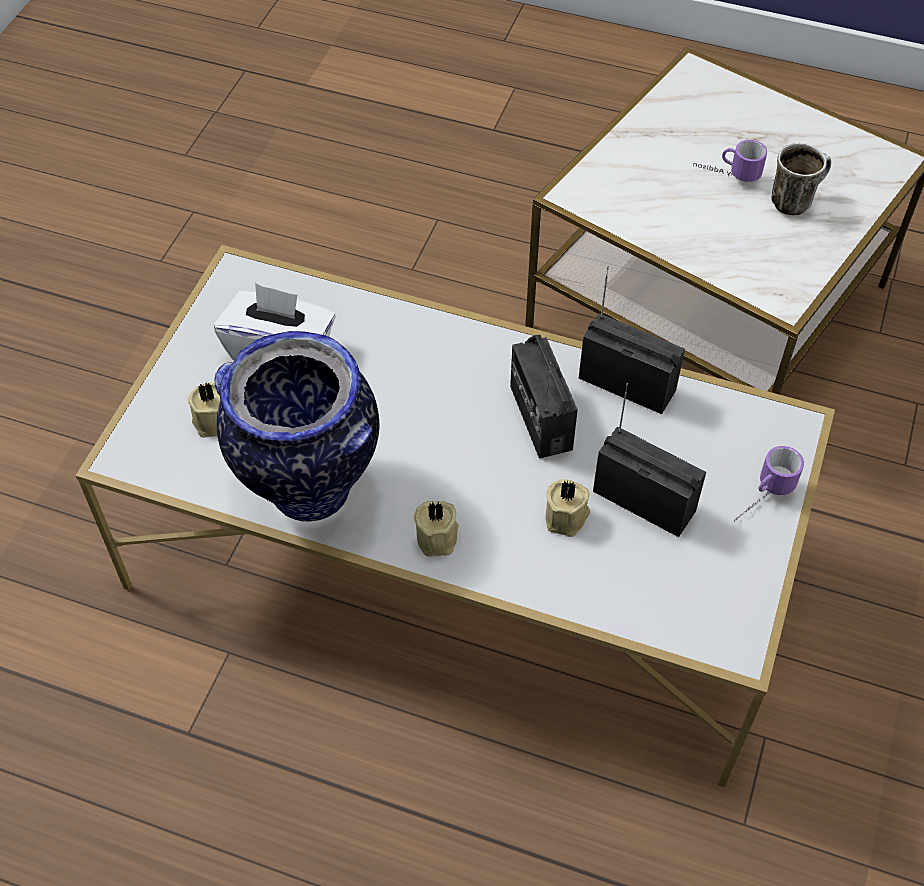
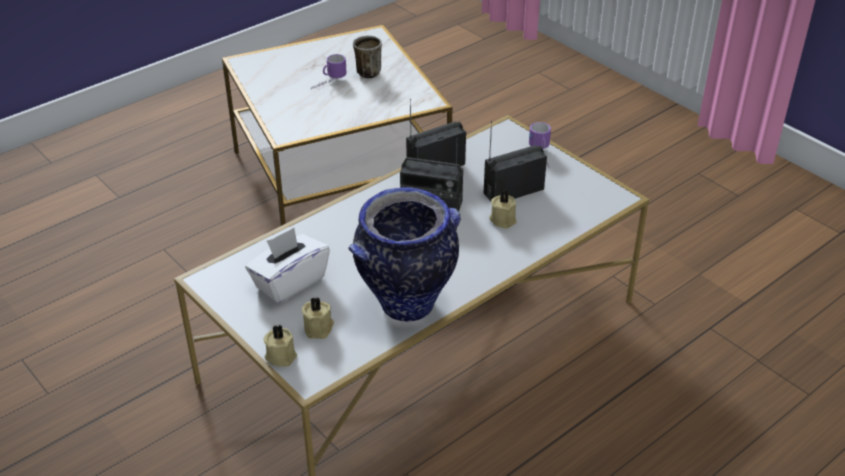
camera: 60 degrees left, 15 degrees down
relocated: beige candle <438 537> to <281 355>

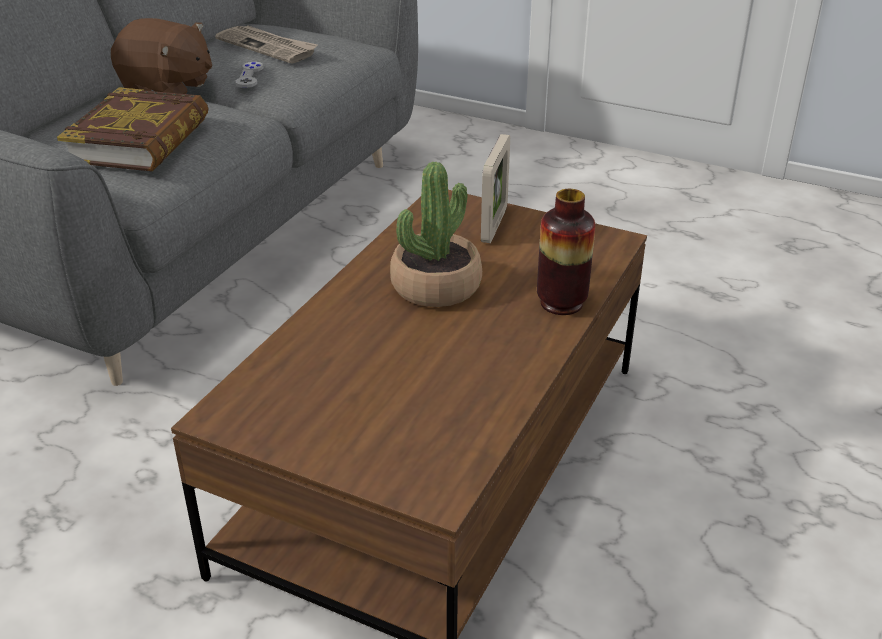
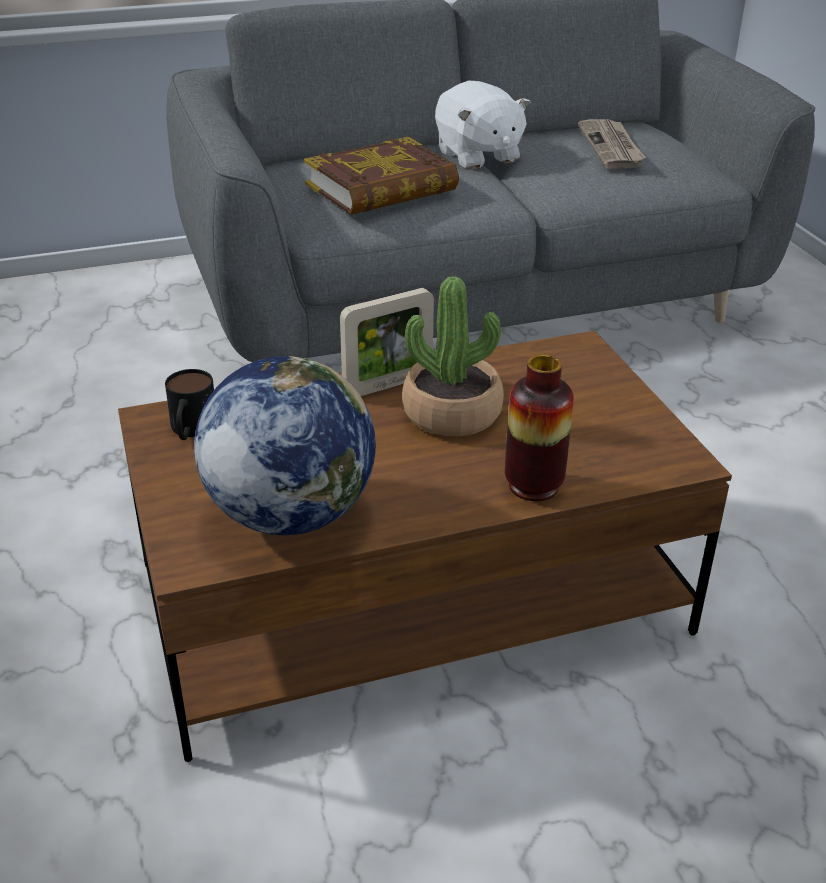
camera: 45 degrees right, 0 degrees up
missing: grey game controller <249 76>
appeared: mug <191 430>; globe <290 514>
relocated: picture frame <494 225> to <388 385>
colour: brown plush toy <167 89> to white plush toy <477 156>

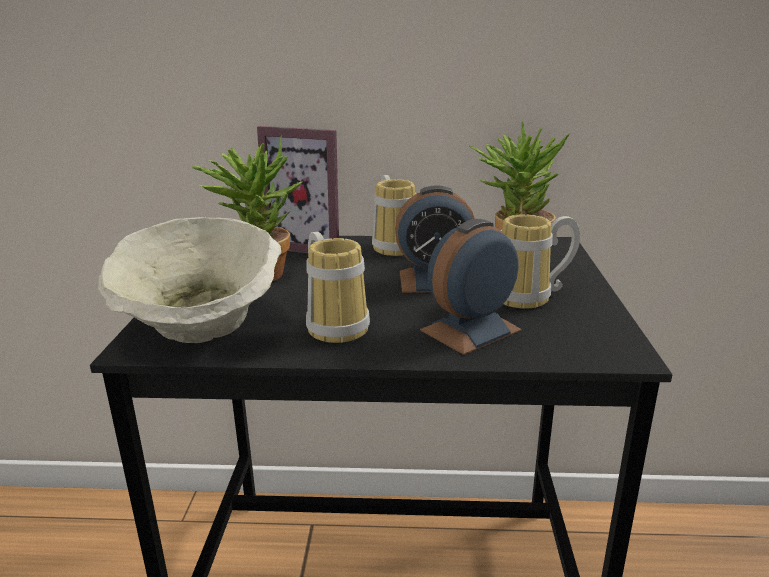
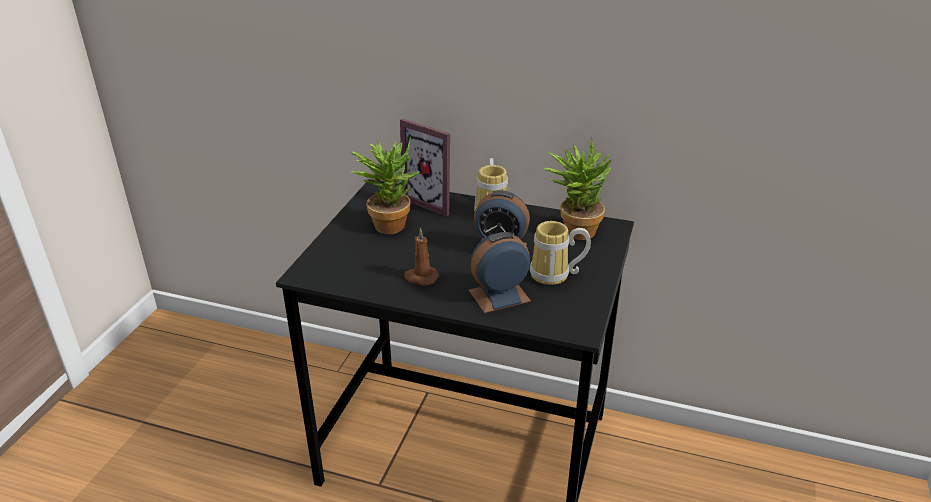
camera: 15 degrees right, 10 degrees up
missing: beige bowl <202 331>
exchanged: mug <337 325> to brown candle <420 277>

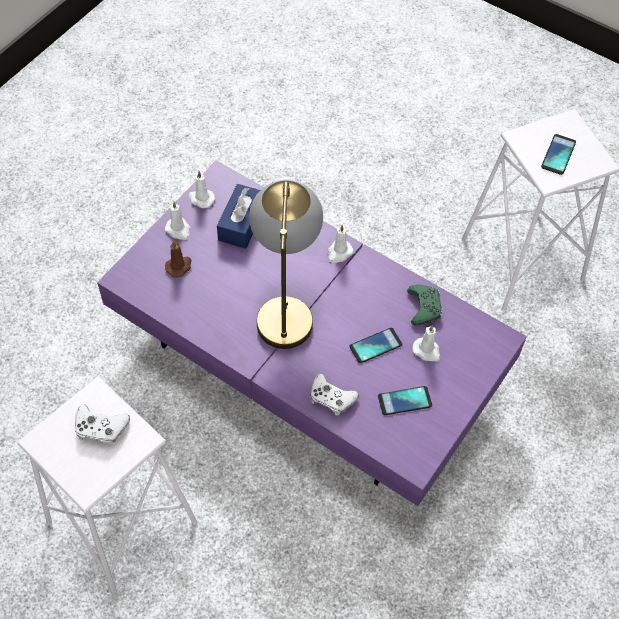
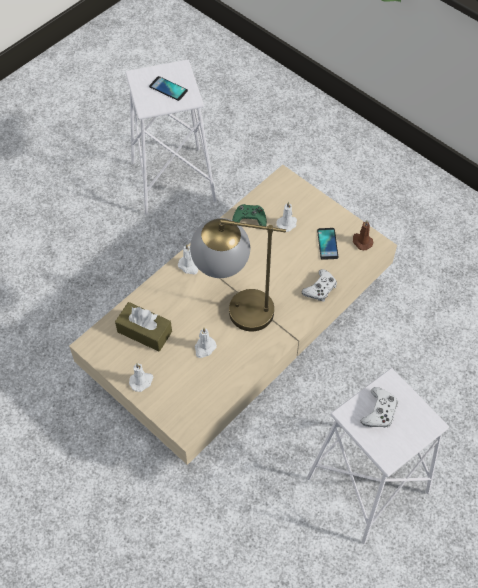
camera: 80 degrees left, 0 degrees up
missing: phone <375 346>
relocated: white candle <201 199> to <204 348>; brown candle <179 266> to <361 241>
colour: purple coffee table <306 361> to beige coffee table <239 336>; blue tissue box <242 223> to brown tissue box <144 332>

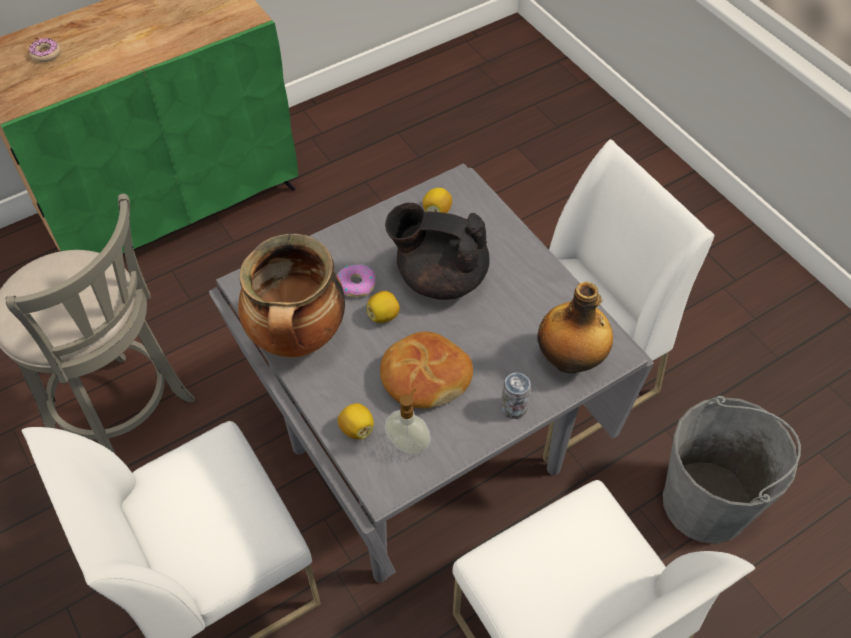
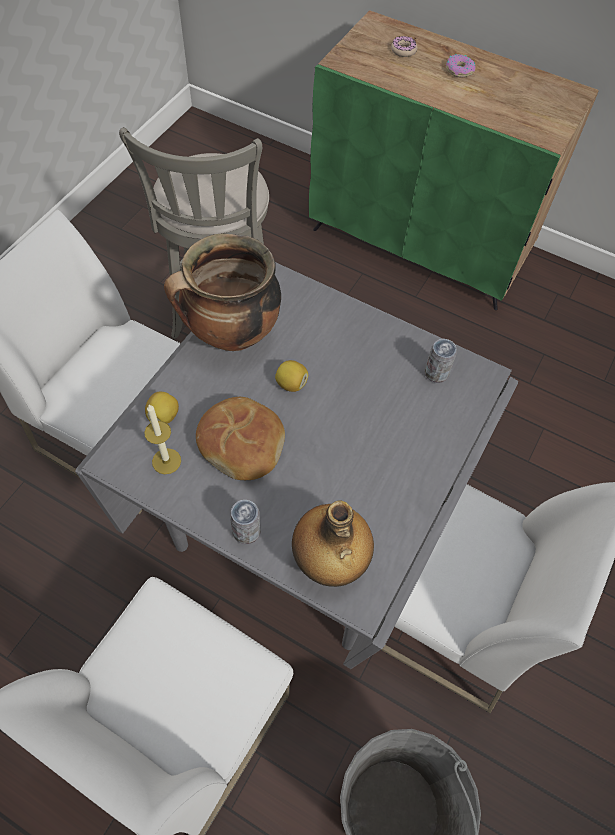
camera: 60 degrees right, 5 degrees up
missing: black teapot <440 276>
relocated: donut <356 284> to <459 70>
exchanged: soap dispenser <408 444> to candle <166 461>; lemon <437 211> to can <436 373>

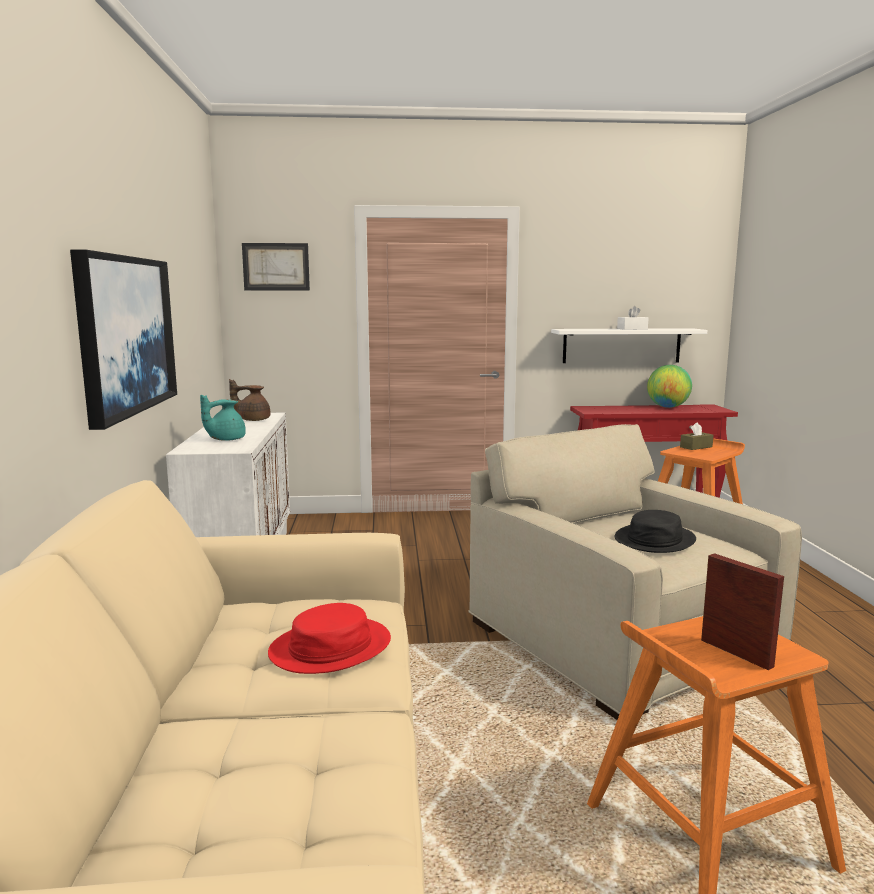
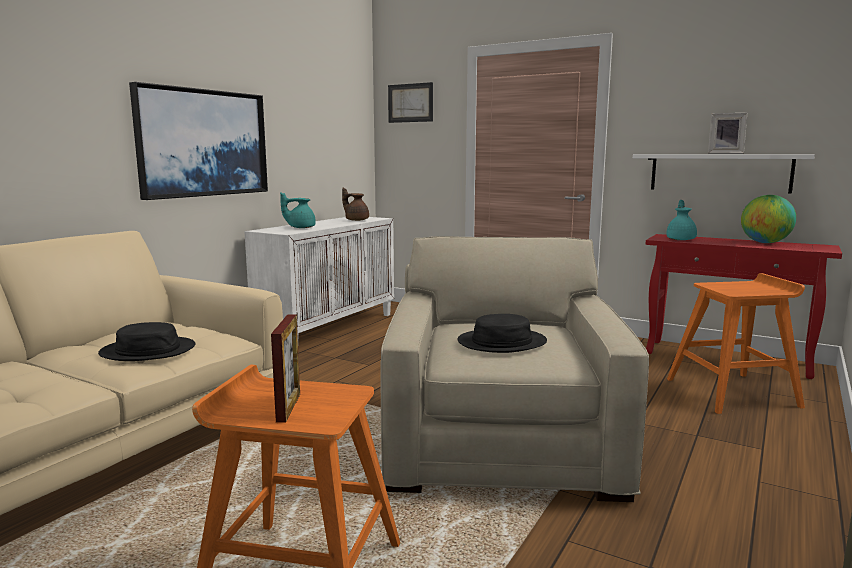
camera: 35 degrees right, 0 degrees up
missing: brown tissue box <696 447>
appeared: turquoise teapot <681 239>
exchanged: white tissue box <632 329> to picture frame <725 153>
colour: red hat <330 647> to black hat <148 350>

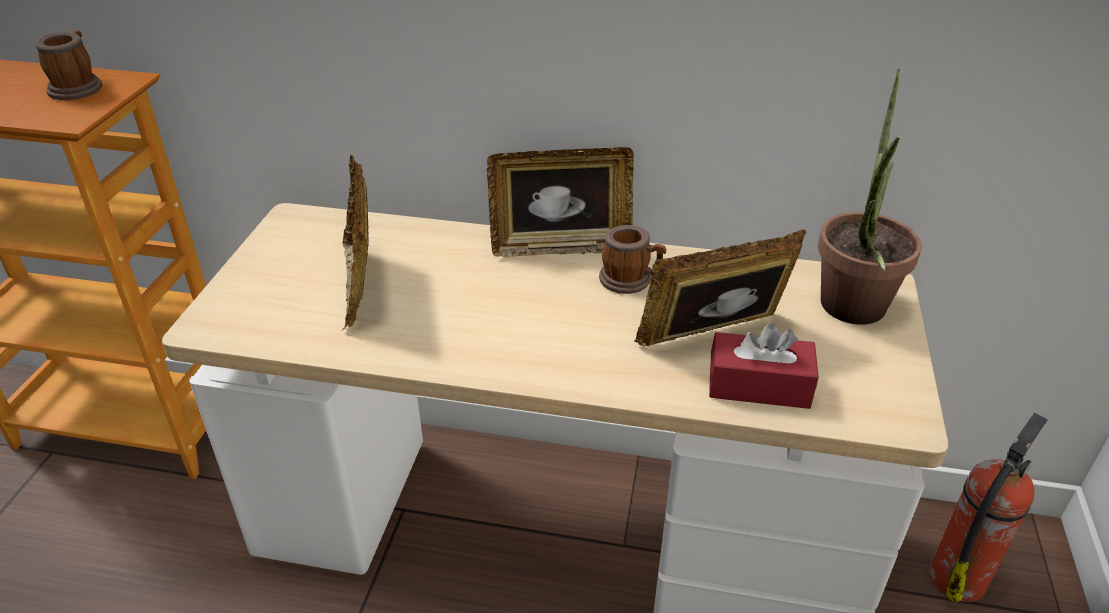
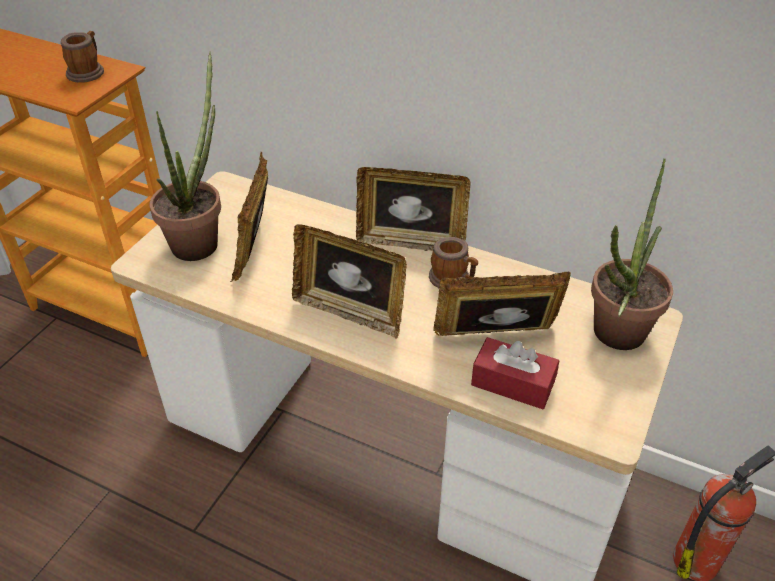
camera: 15 degrees right, 5 degrees up
appeared: potted plant <200 239>; picture frame <350 311>

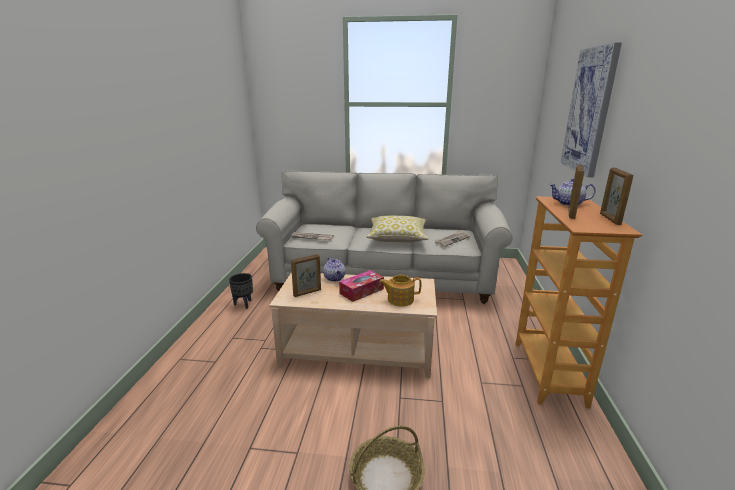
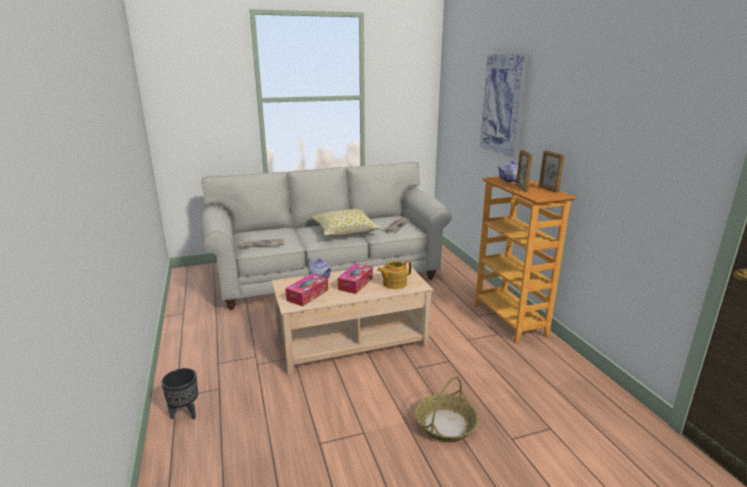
camera: 25 degrees left, 0 degrees up
relocated: black planter <243 304> to <184 413>
exchanged: picture frame <307 293> to tissue box <307 295>

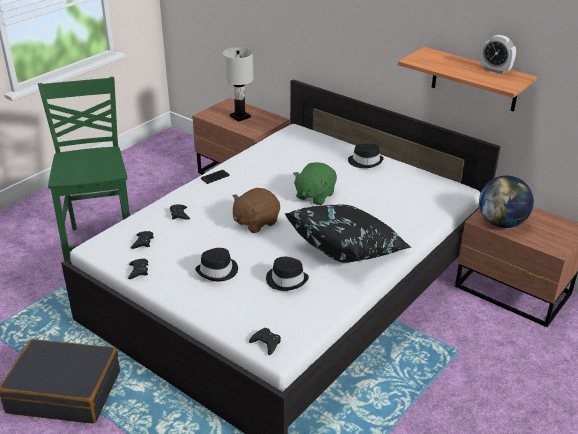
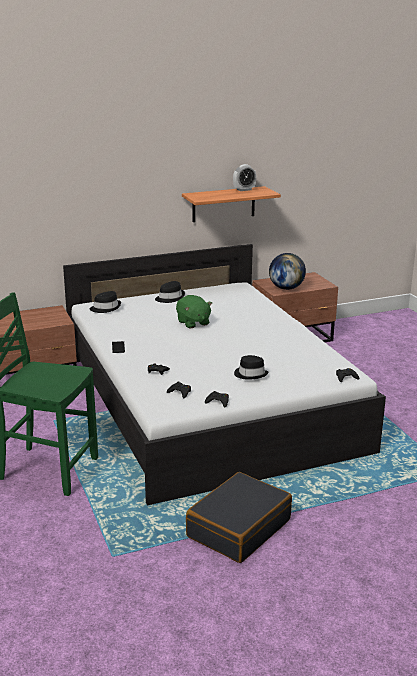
camera: 60 degrees left, 10 degrees down
missing: white table lamp <240 116>; brown plush toy <255 222>; black pillow <348 249>
relocated: black hat <286 280> to <106 308>

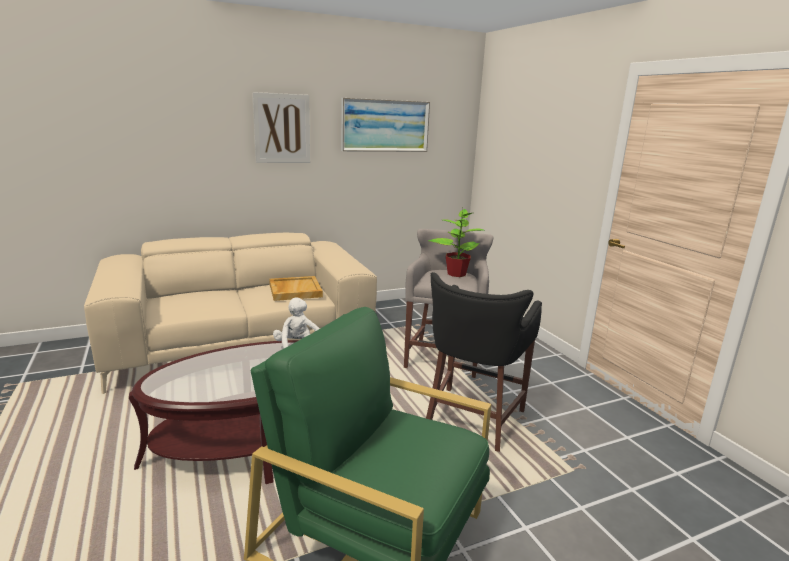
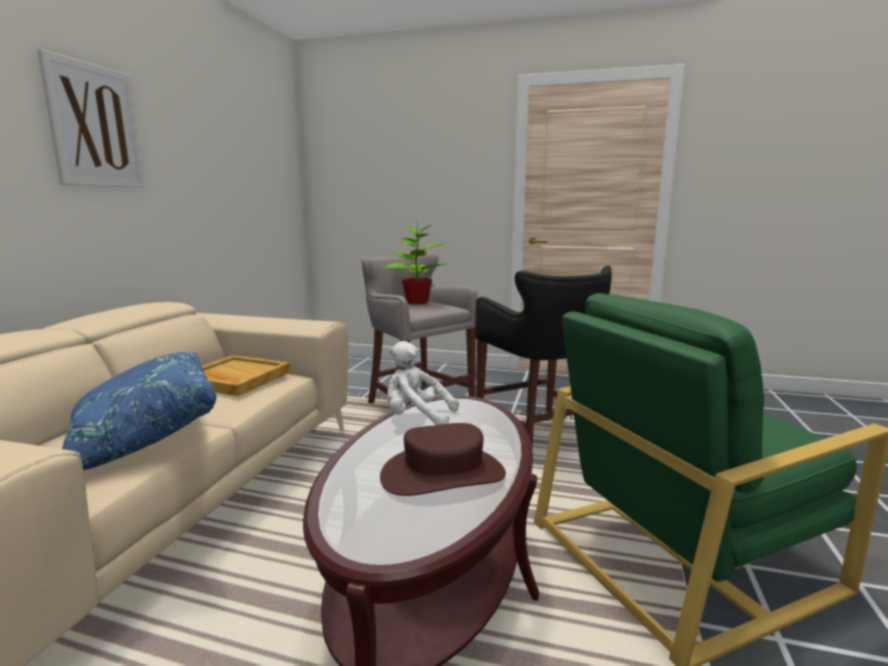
camera: 50 degrees left, 5 degrees down
missing: picture <385 125>
appeared: blue pillow <142 439>; brown hat <443 474>

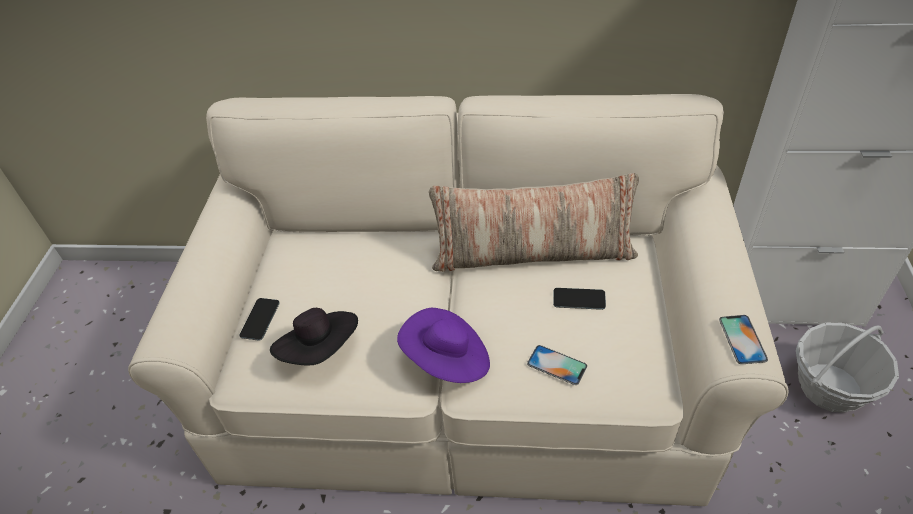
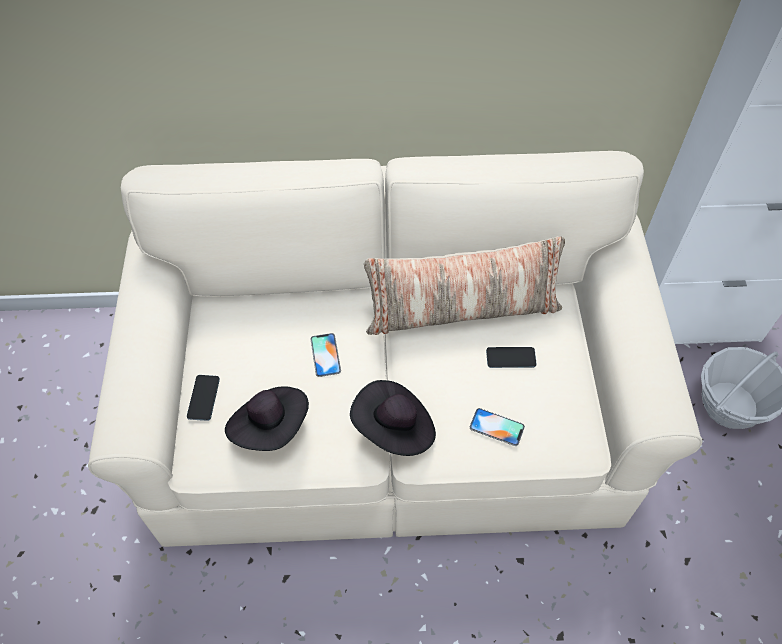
camera: 10 degrees left, 10 degrees up
relocated: phone <742 339> to <325 355>
colour: purple hat <447 360> to black hat <394 429>

